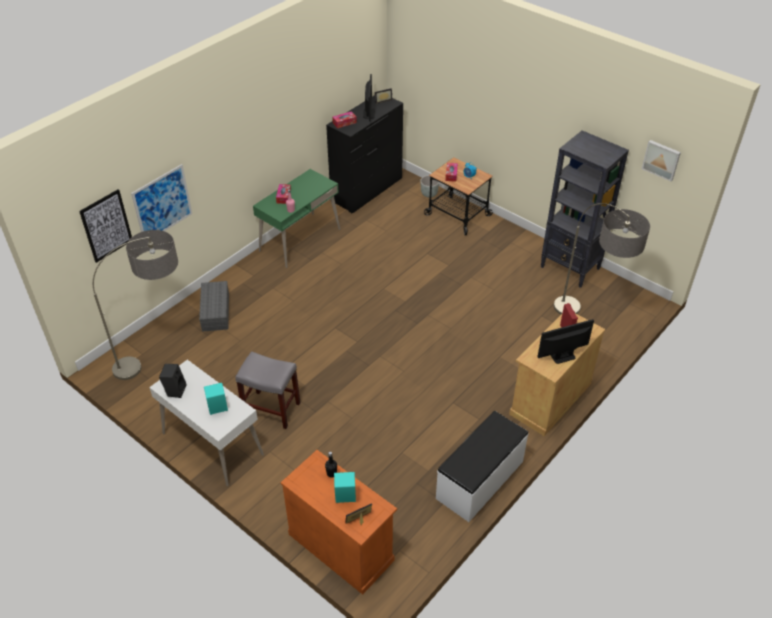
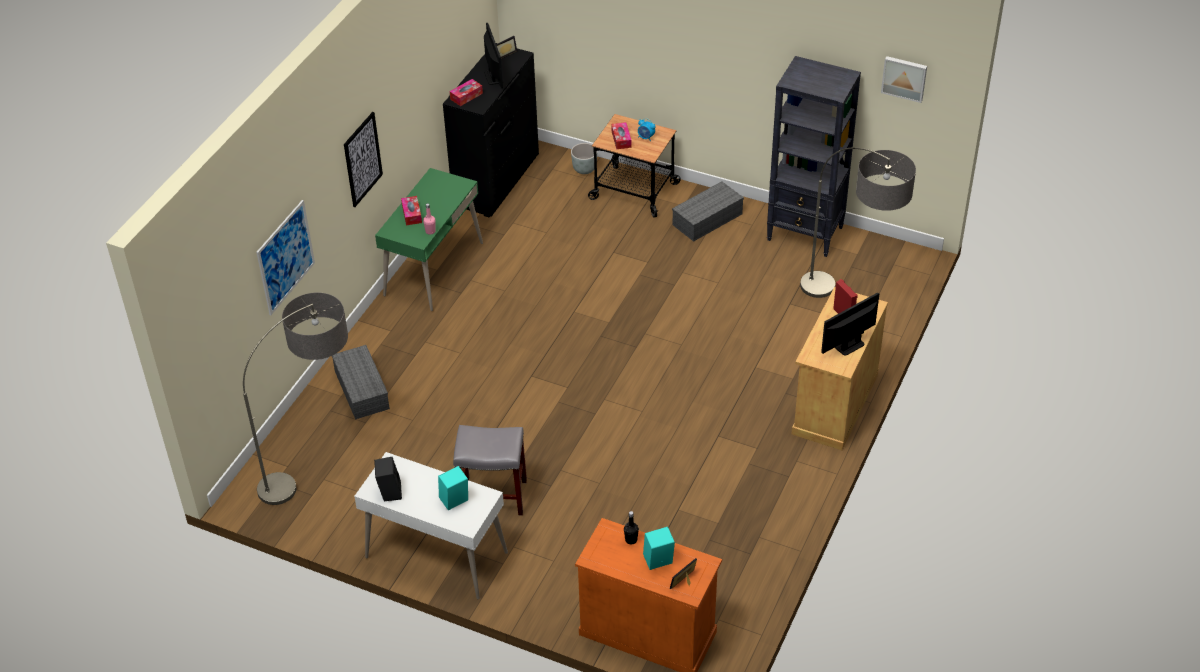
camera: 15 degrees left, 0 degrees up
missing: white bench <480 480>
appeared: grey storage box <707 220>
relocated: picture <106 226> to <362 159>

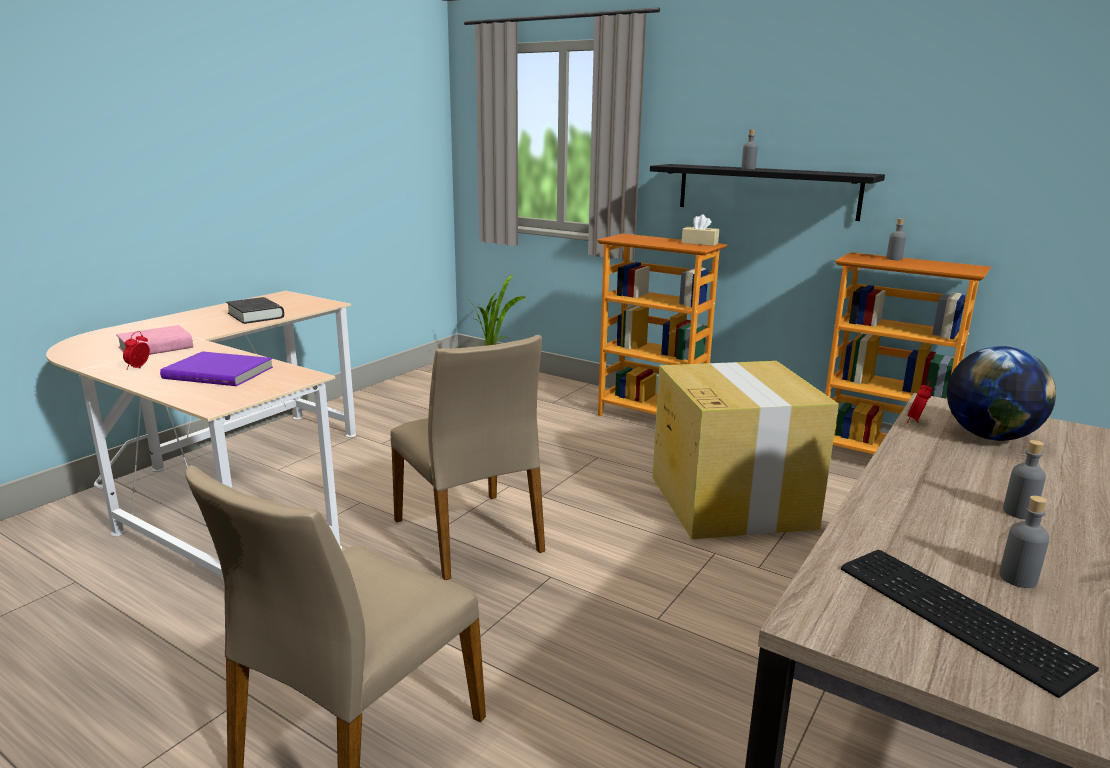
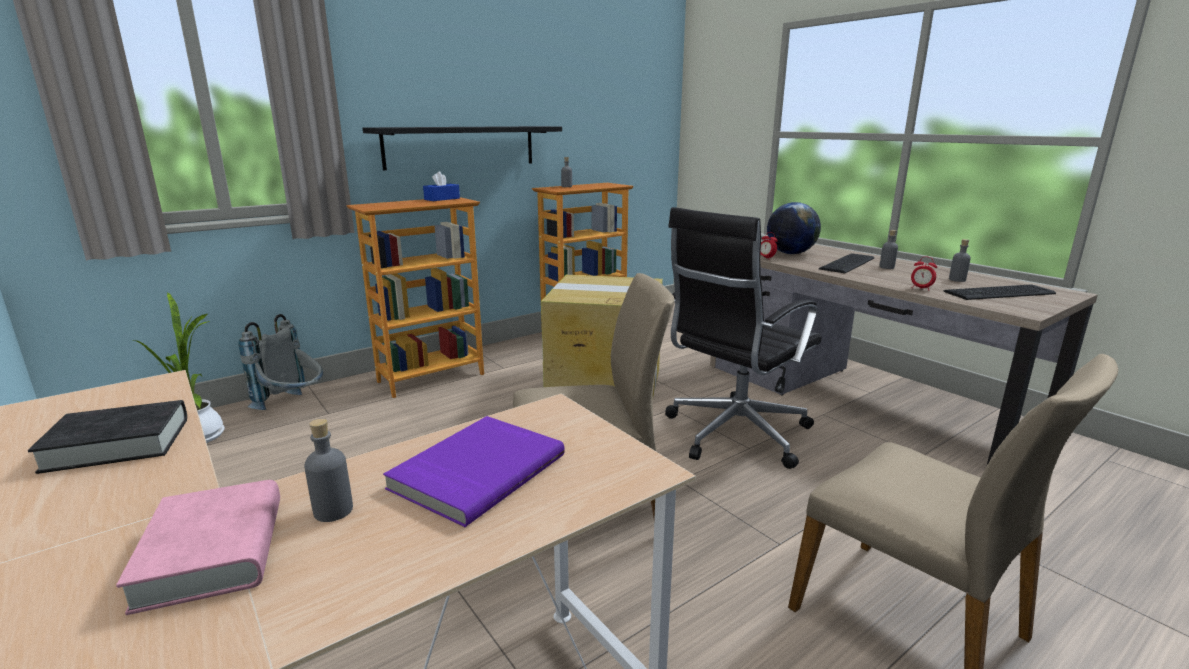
camera: 70 degrees left, 0 degrees up
appeared: grey backpack <293 406>; black office chair <734 434>; keyboard <849 263>
relocated: grey bottle <748 168> to <333 511>; alarm clock <138 368> to <921 288>
colour: beige tissue box <699 243> to blue tissue box <442 199>

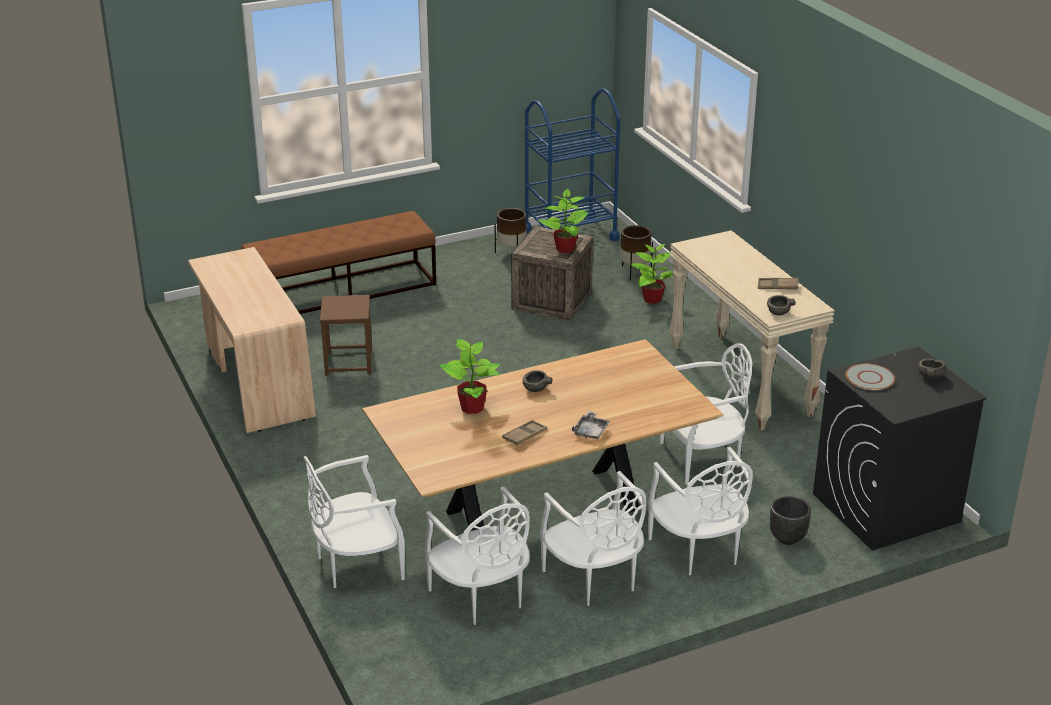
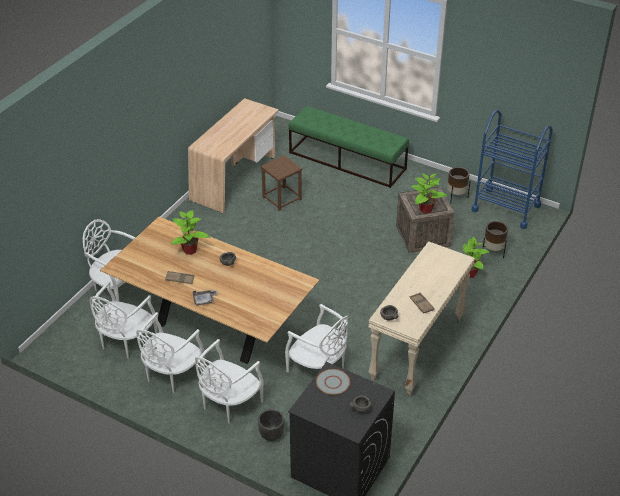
camera: 55 degrees right, 10 degrees up
colour: brown bench <342 290> to green bench <347 161>

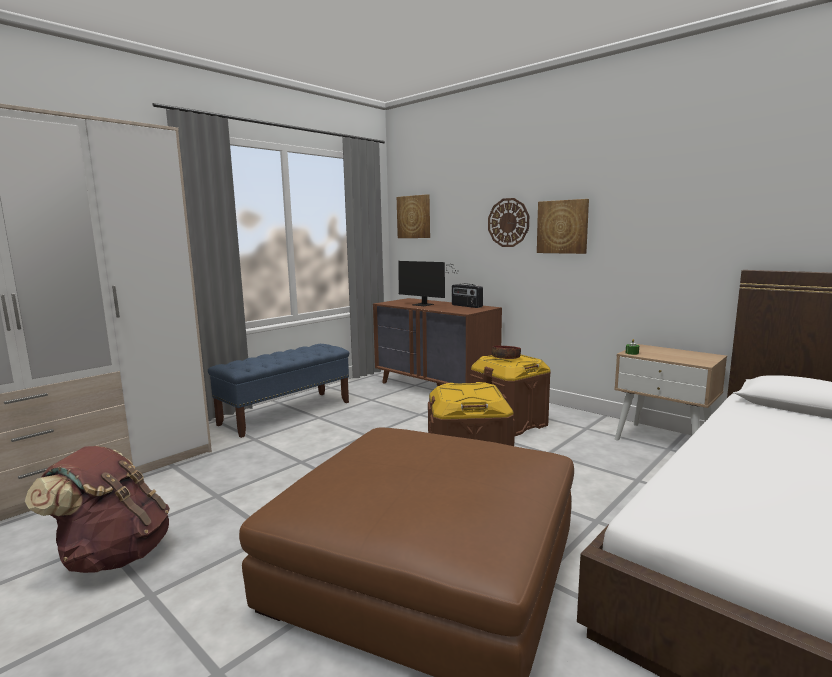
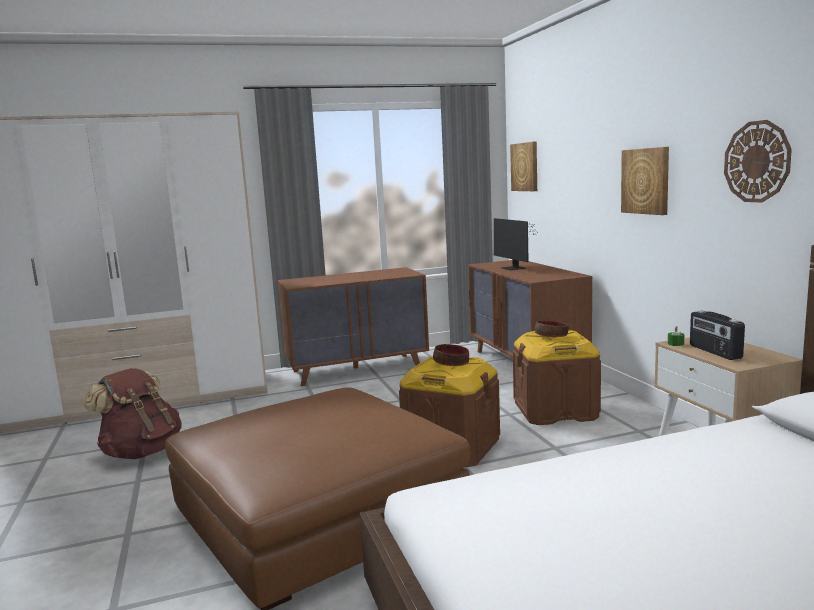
camera: 30 degrees right, 0 degrees up
appeared: bowl <451 363>
relocated: radio <466 306> to <714 352>; wall clock <508 222> to <757 161>
exchanged: blue bench <286 413> to brown dresser <357 369>

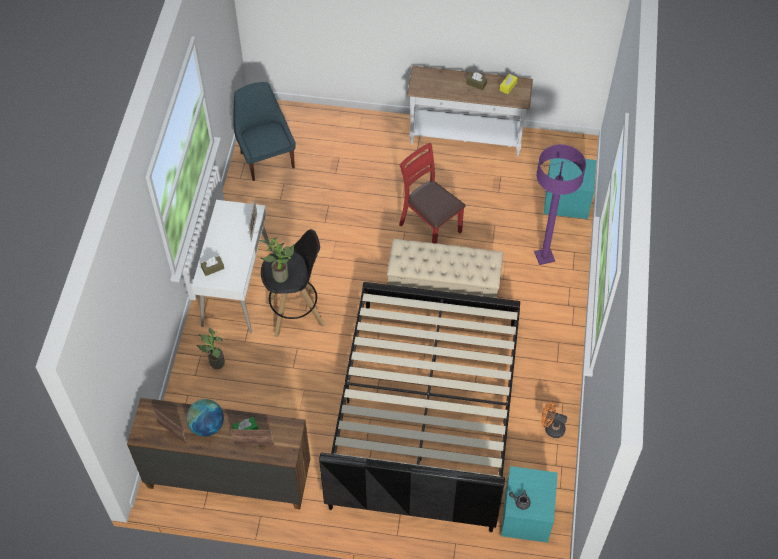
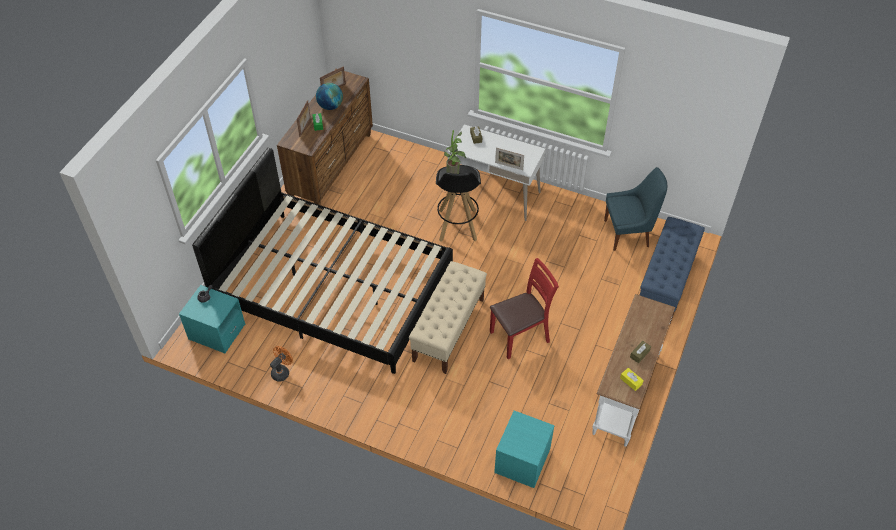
camera: 105 degrees right, 5 degrees down
missing: potted plant <215 363>; purple floor lamp <544 257>
appeared: blue bench <666 283>

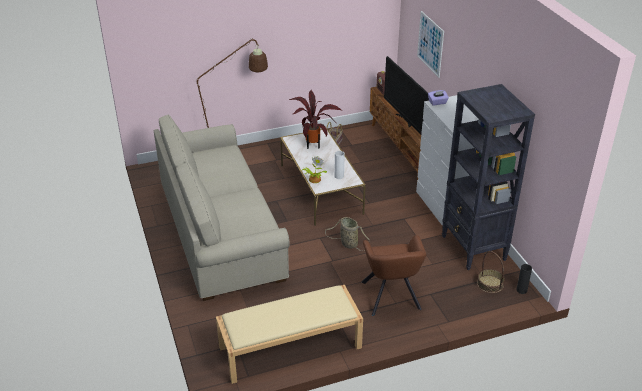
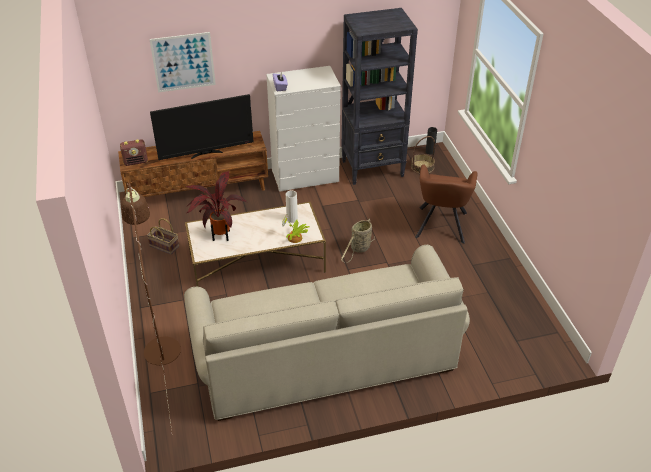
camera: 85 degrees left, 5 degrees up
missing: beige bench <289 348>
spun: brown armchair <391 297> = <441 226> 105 degrees clockwise

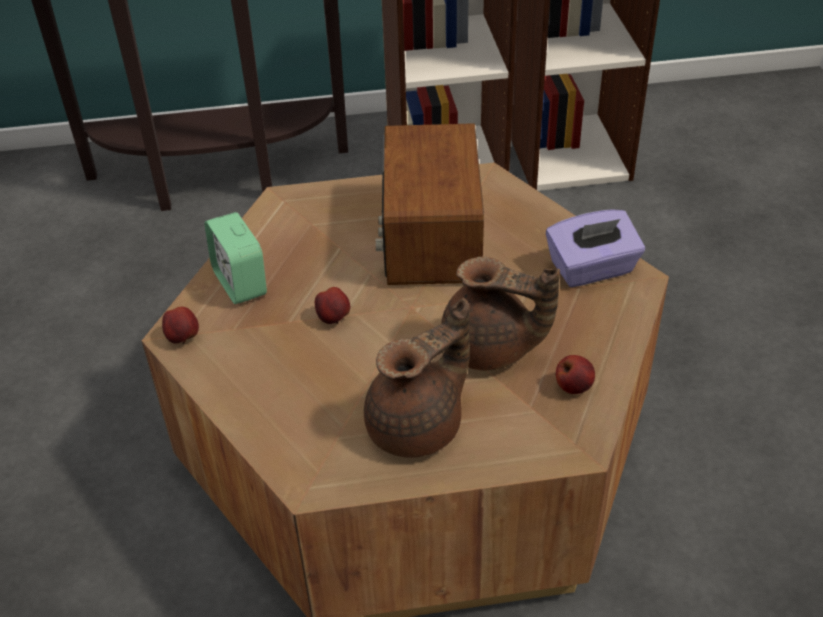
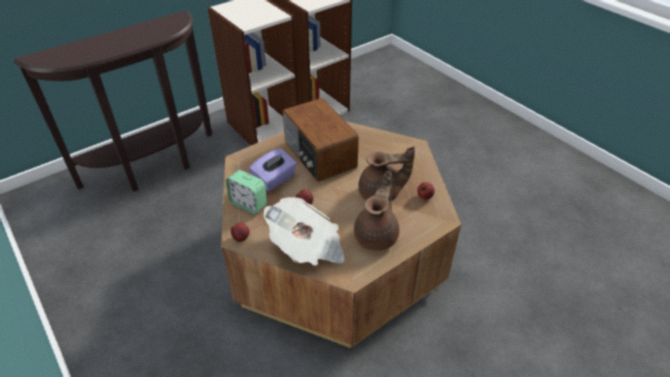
camera: 30 degrees left, 0 degrees up
appeared: newspaper <307 247>
relocated: purple tissue box <592 269> to <275 179>

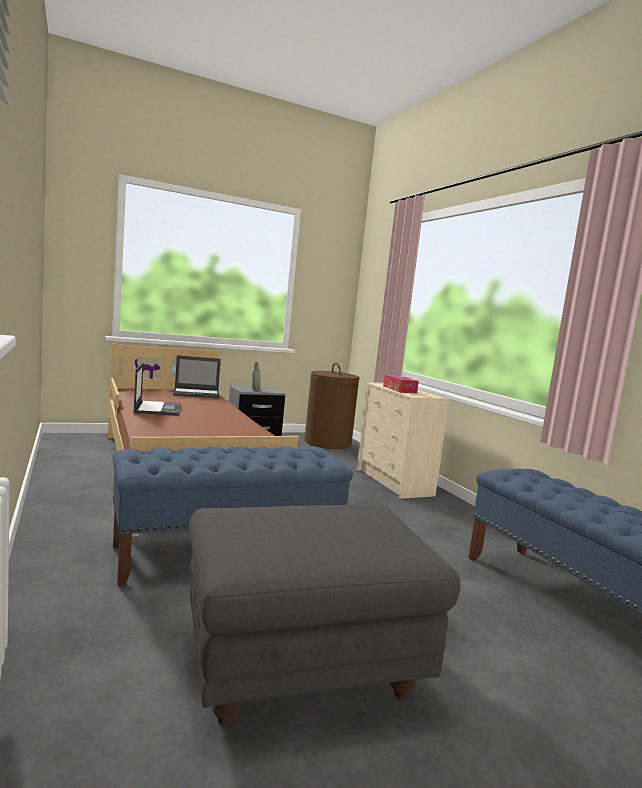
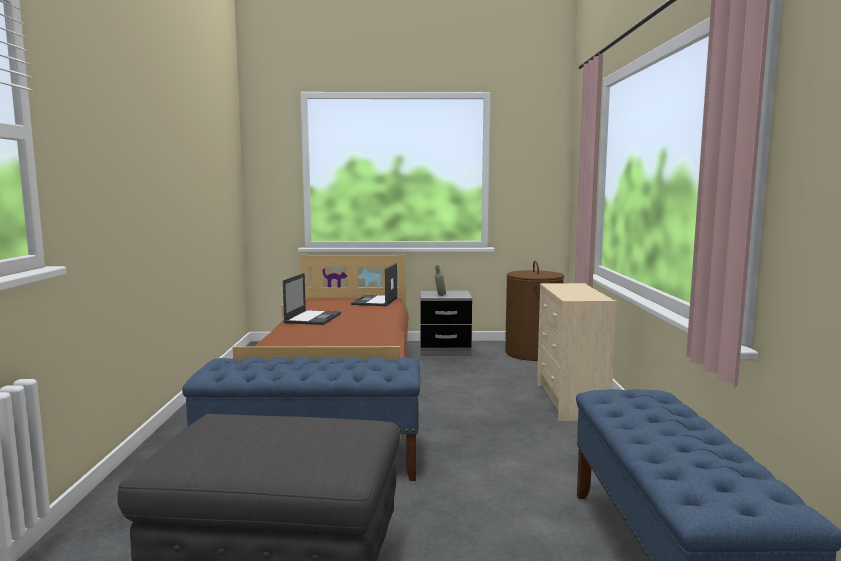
camera: 25 degrees right, 0 degrees up
missing: tissue box <399 389>
spun: laptop <197 394> = <375 301> 90 degrees clockwise

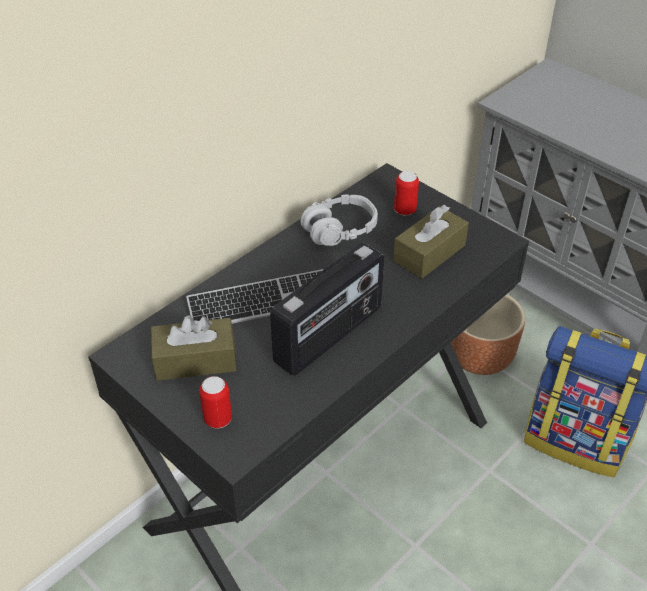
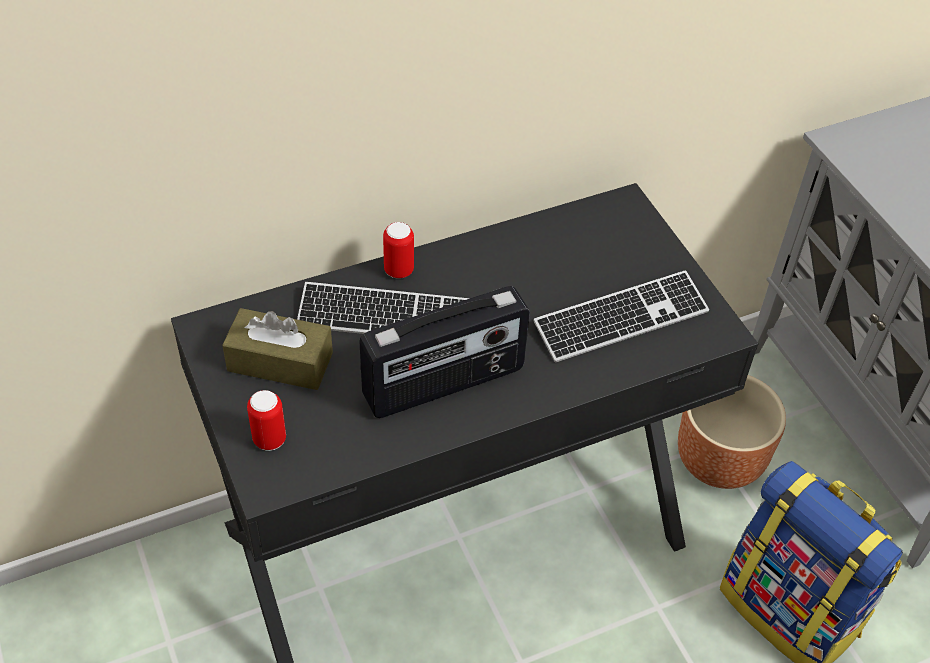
camera: 20 degrees right, 5 degrees up
missing: grey headphones <339 229>
relocated: can <404 210> to <399 270>
exchanged: brown tissue box <429 253> to keyboard <621 319>

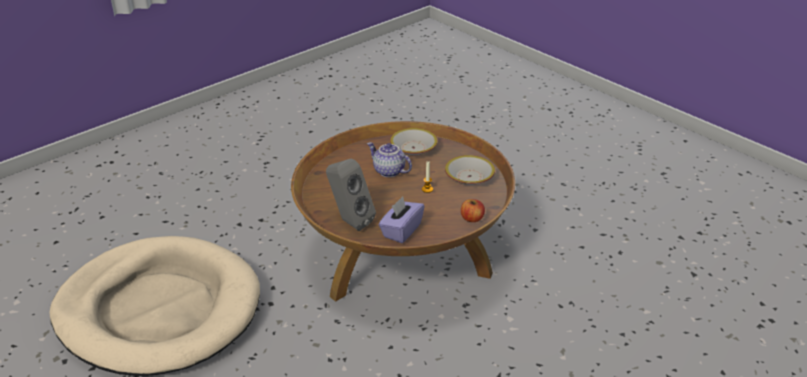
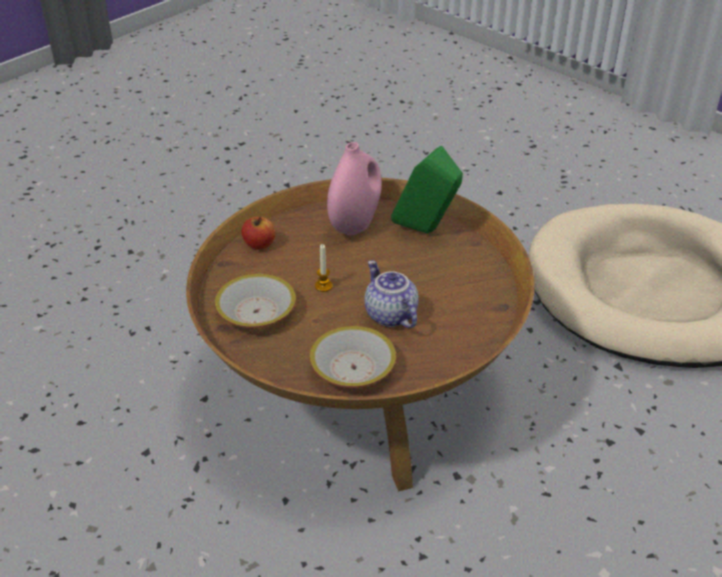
camera: 175 degrees right, 5 degrees up
exchanged: purple tissue box <401 231> to pink vase <355 223>
colour: grey speaker <349 221> to green speaker <426 231>
spun: teapot <388 171> = <389 315> 150 degrees counterclockwise

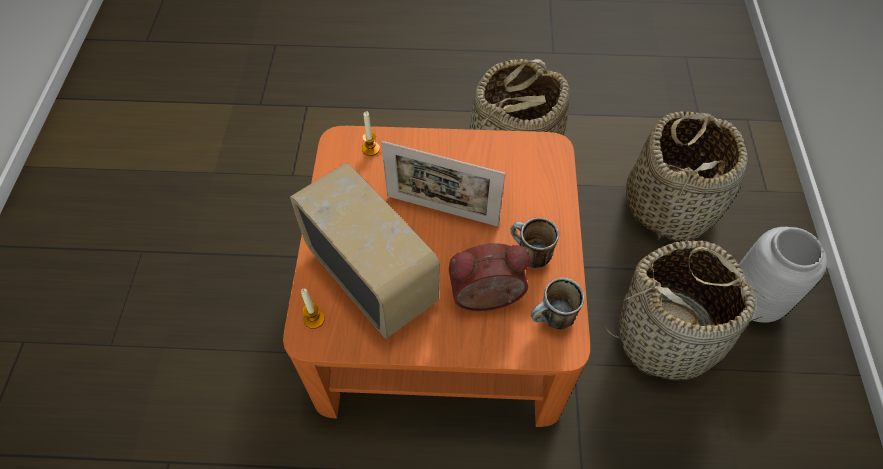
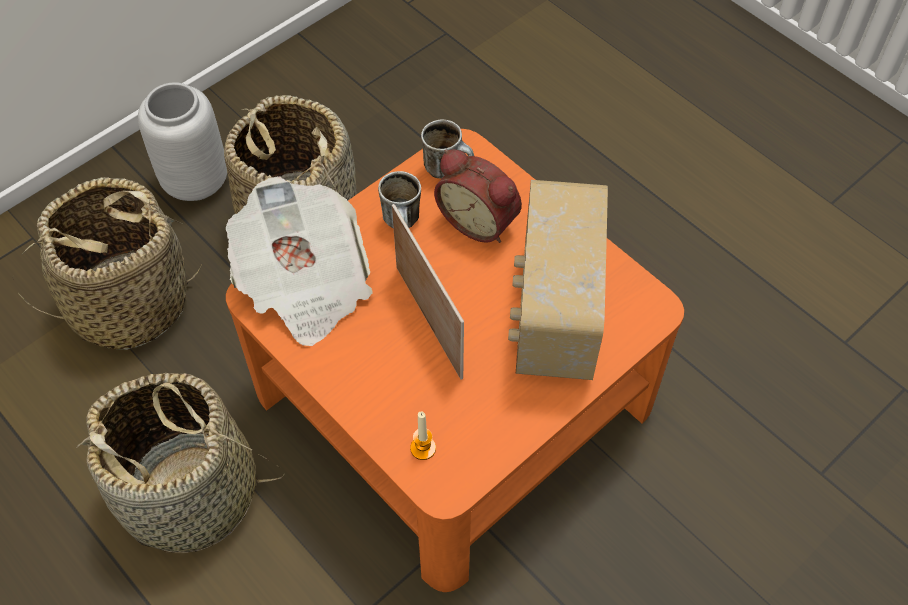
camera: 135 degrees left, 0 degrees up
missing: candle <314 319>
appeared: newspaper <304 283>

